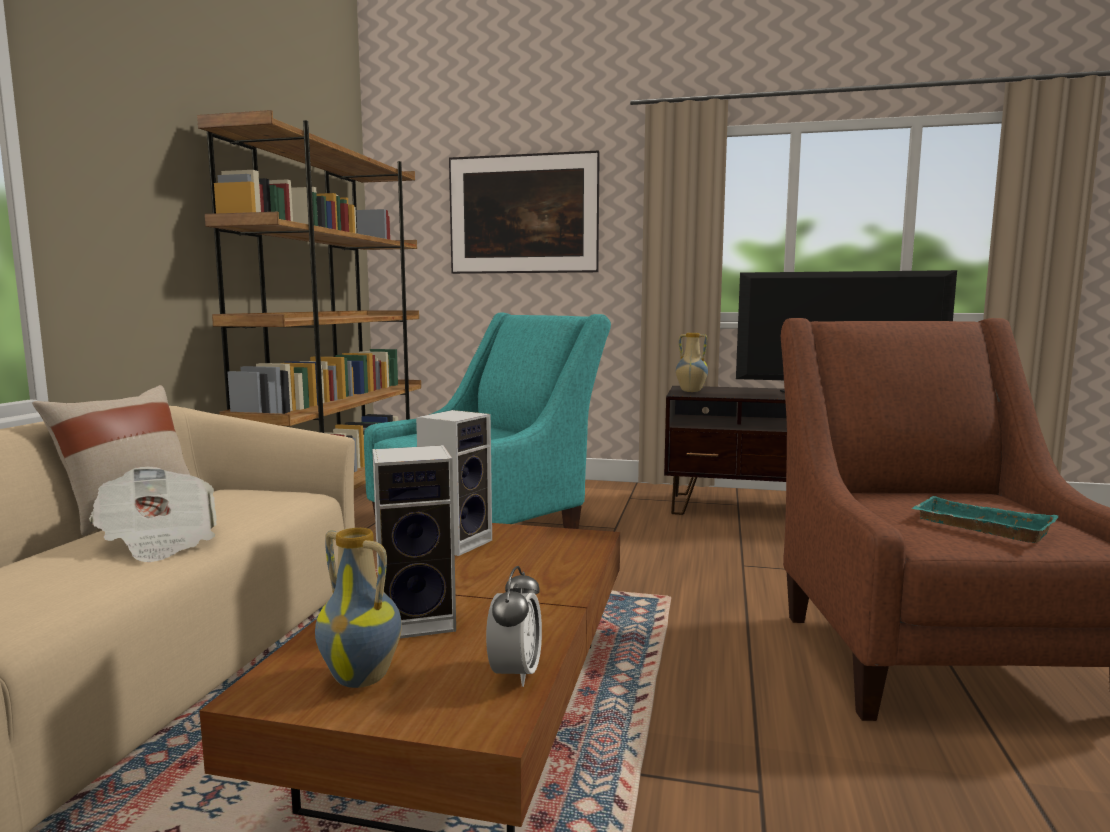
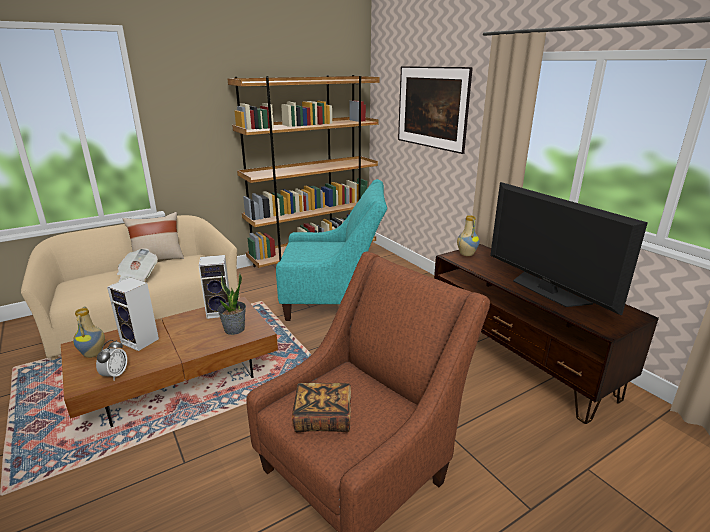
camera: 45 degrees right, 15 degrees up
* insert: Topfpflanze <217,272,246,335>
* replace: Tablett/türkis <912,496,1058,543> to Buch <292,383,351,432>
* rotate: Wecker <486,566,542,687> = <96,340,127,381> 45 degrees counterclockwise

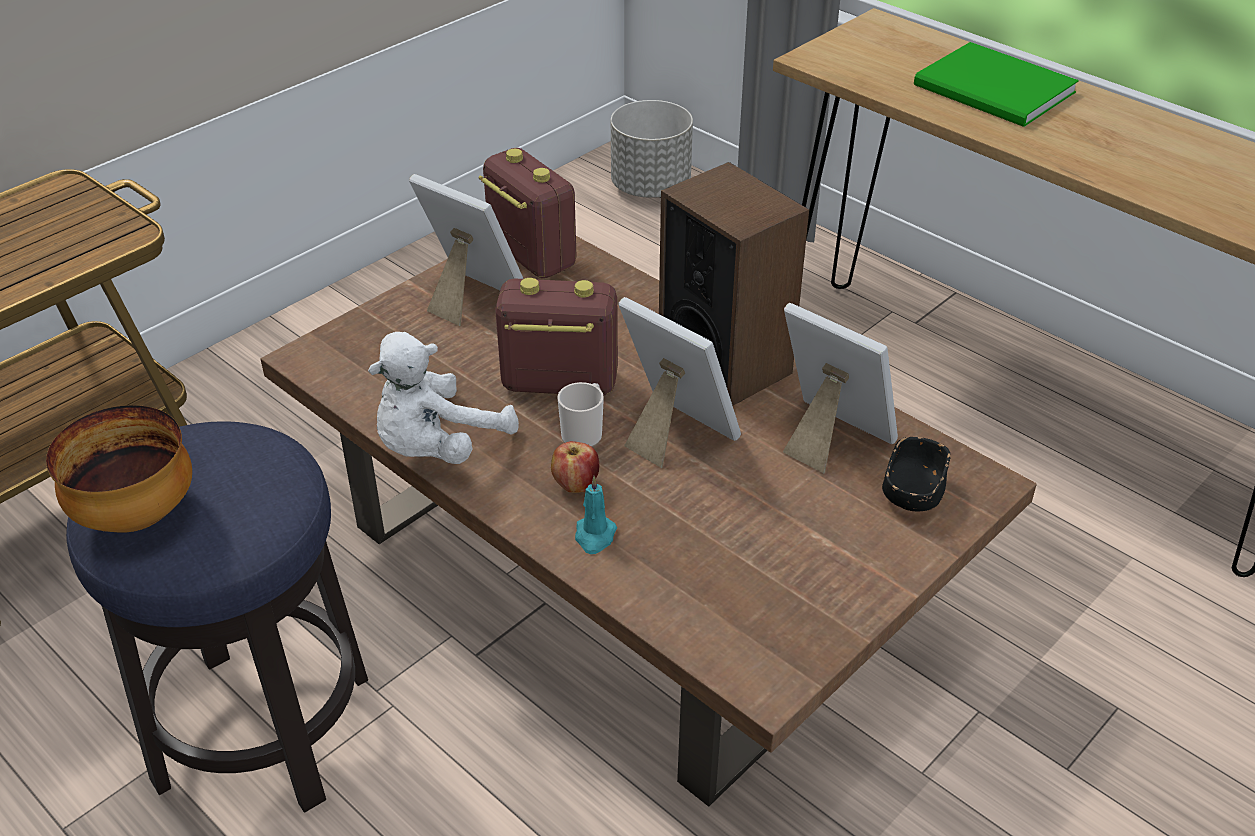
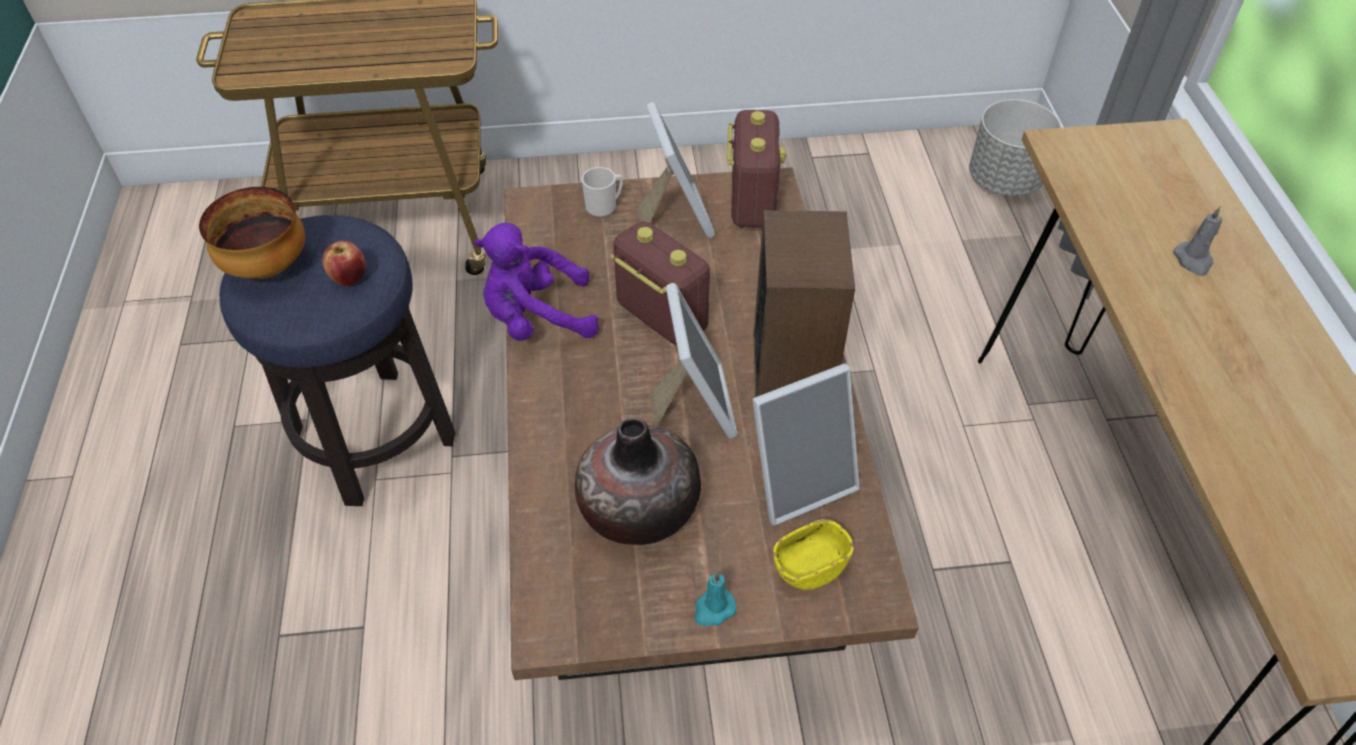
camera: 40 degrees right, 10 degrees up
* insert: Vase <575,418,701,545>
* move: Apfel <551,441,599,493> to <322,241,366,286>
* move: Henkelbecher <557,382,604,447> to <582,167,623,217>
* move: Kerze/türkis <575,476,617,554> to <695,571,737,626>
* replace: Buch/grün <914,42,1079,127> to Kerze/grau <1173,206,1222,276>
* recolor: Plüschtier/weiß <368,332,519,464> to Plüschtier/lila <474,222,599,341>
* recolor: Schüssel/schwarz <882,437,951,512> to Schüssel/gelb <773,519,854,590>
* rotate: Bilderrahmen <783,303,898,473> = <752,363,860,526> 75 degrees clockwise

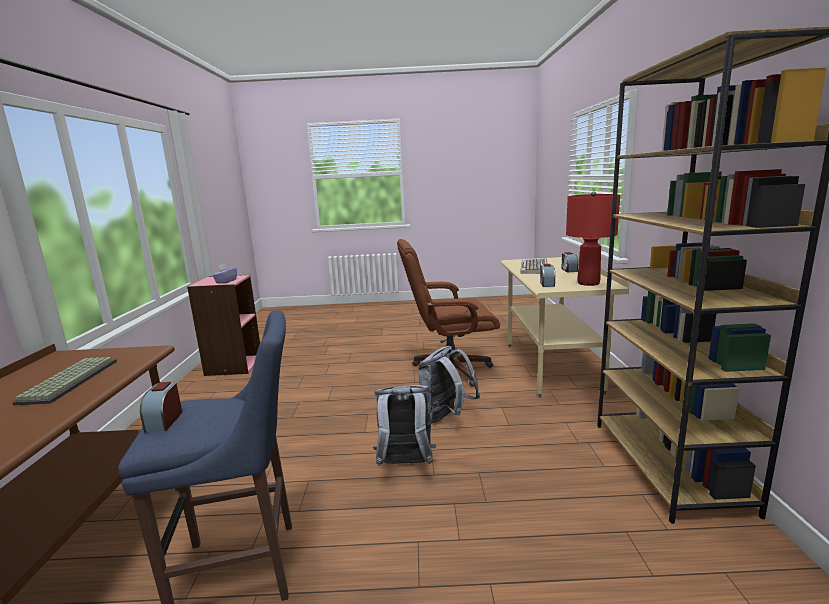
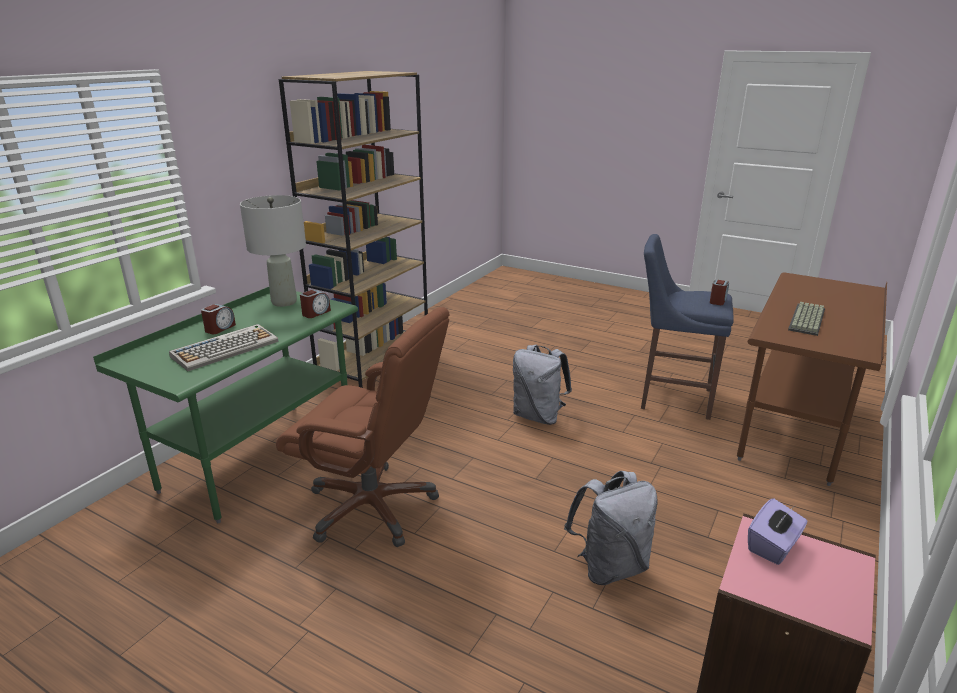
camera: 150 degrees left, 10 degrees up
* move: Rucksack/grau <418,346,480,423> to <564,471,657,585>
* recolor: Schreibtisch/beige <501,257,630,397> to Schreibtisch/grün <93,287,358,523>
* recolor: Tischlampe/rot <566,191,620,286> to Tischlampe/grau <240,195,306,307>

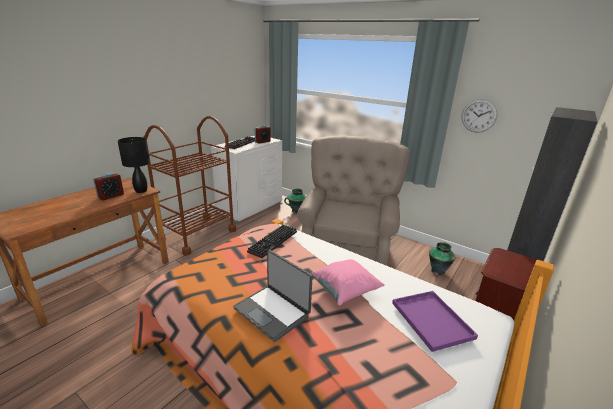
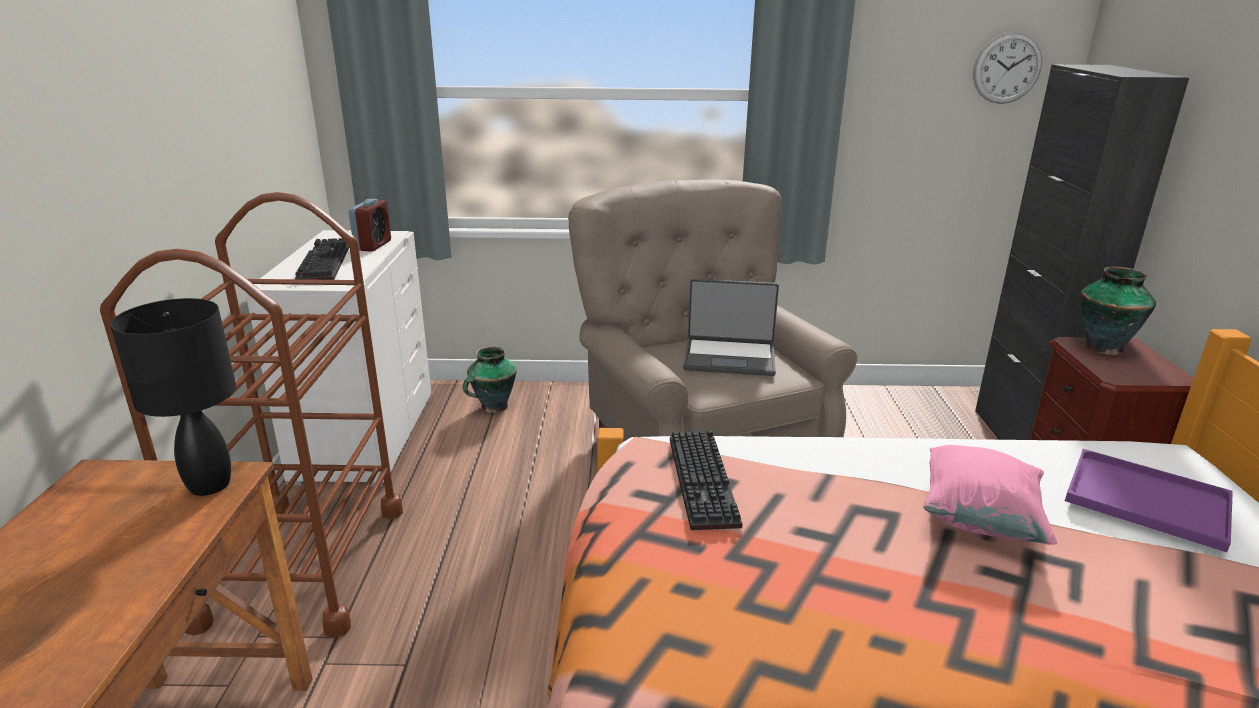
camera: 35 degrees left, 0 degrees up
* delete: Wecker <93,173,124,200>
* move: Laptop <233,249,313,342> to <683,279,779,376>
* move: Vase <429,242,455,276> to <1081,267,1156,355>
* move: Wanduhr <462,99,498,133> to <973,32,1042,104>

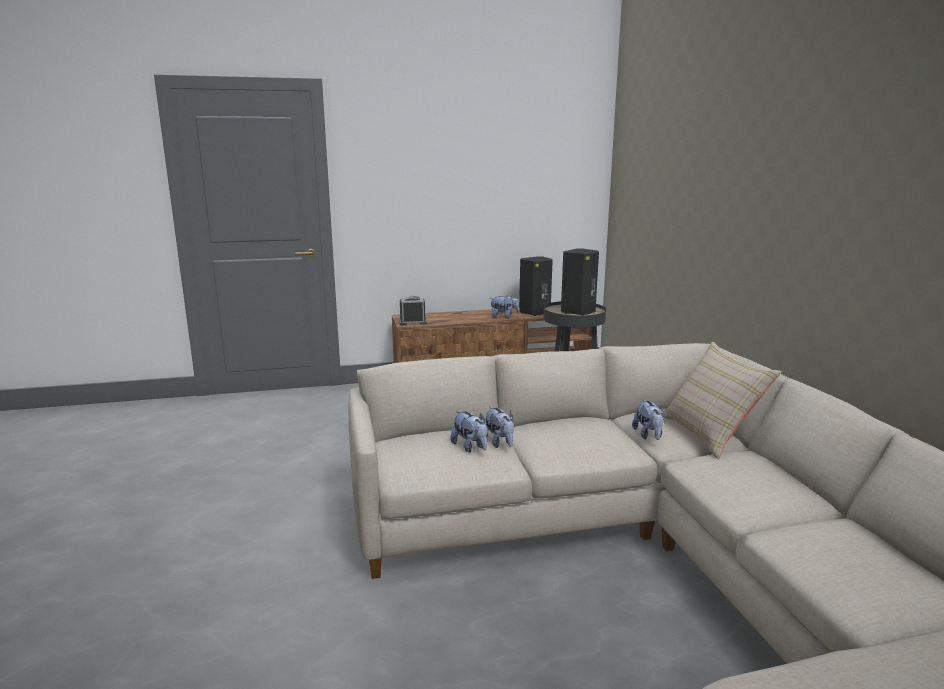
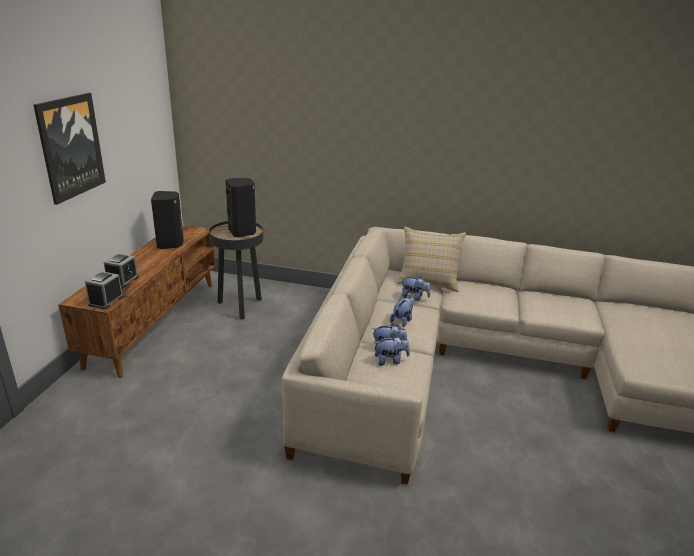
camera: 65 degrees left, 10 degrees up
* insert: Bild <34,93,106,205>
* insert: Wecker <104,253,139,289>
* move: Plüschtier <490,295,520,319> to <390,297,414,327>

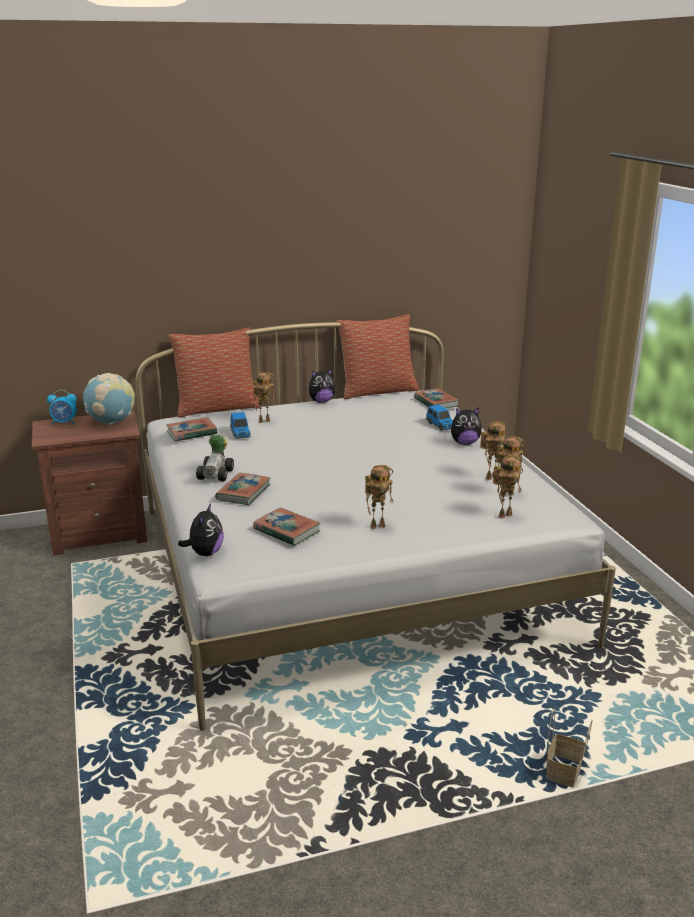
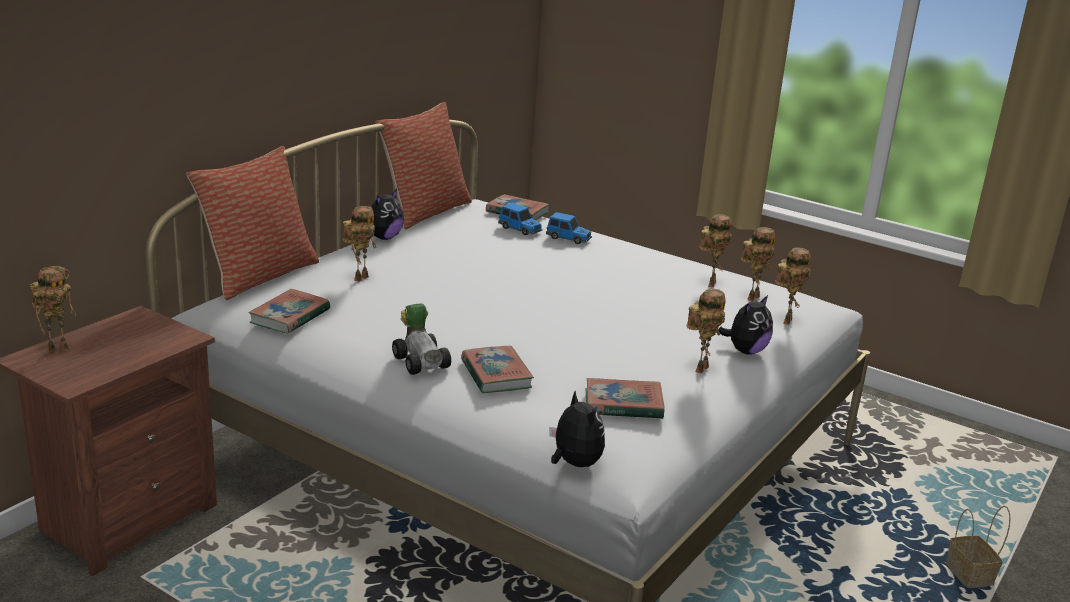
camera: 40 degrees left, 0 degrees up
* delete: Globus <83,373,135,424>
* move: Spielzeugauto <230,412,251,439> to <498,203,543,235>
* move: Plüschtier <451,408,482,445> to <719,295,773,355>
* replace: Wecker <47,390,77,425> to Spielzeugroboter <30,266,76,355>

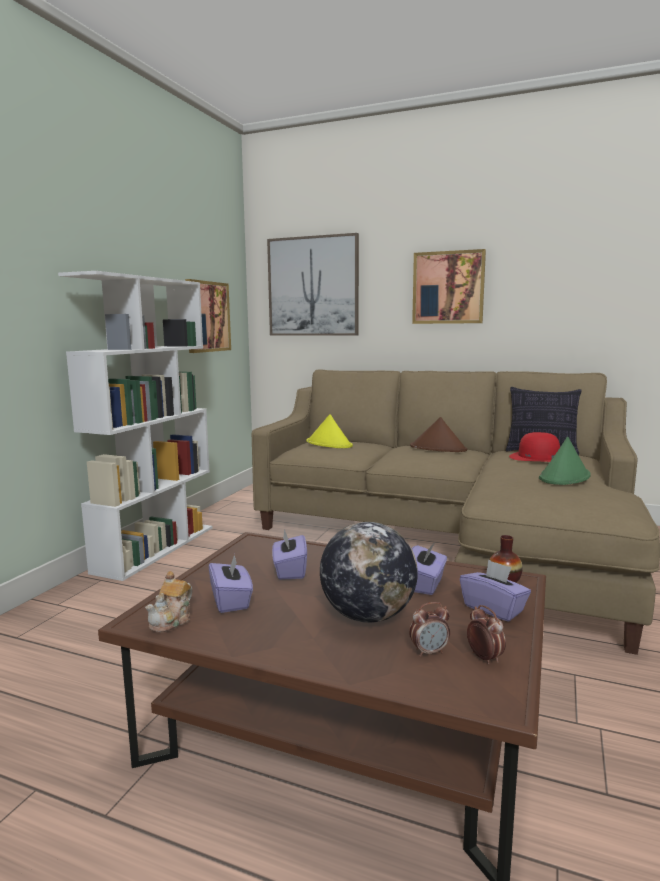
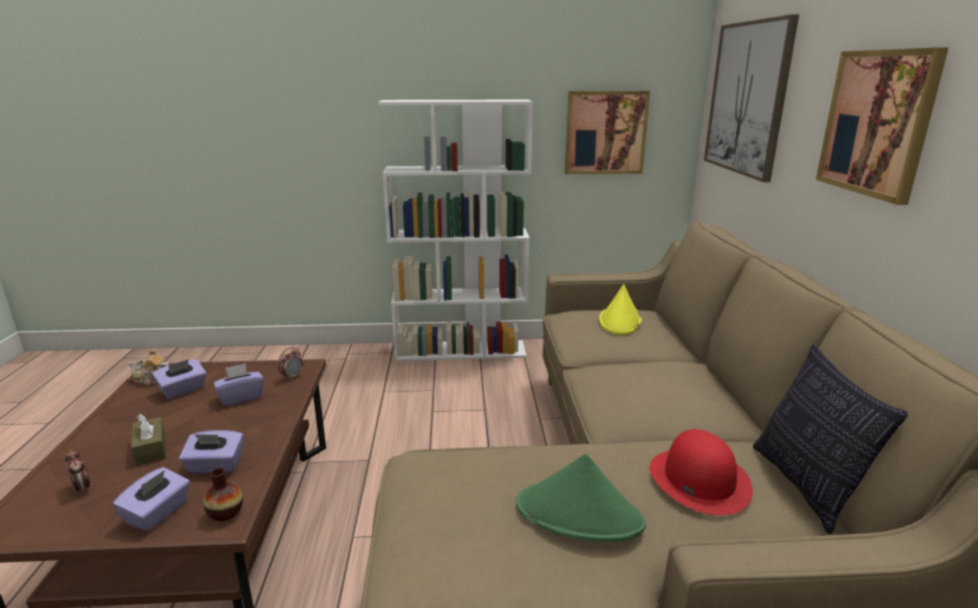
camera: 65 degrees right, 10 degrees up
* delete: Hut/braun <410,417,467,452>
* move: Wecker <467,605,506,665> to <278,347,303,381>
* replace: Globus <320,522,418,623> to Taschentuchbox/braun <131,414,166,466>

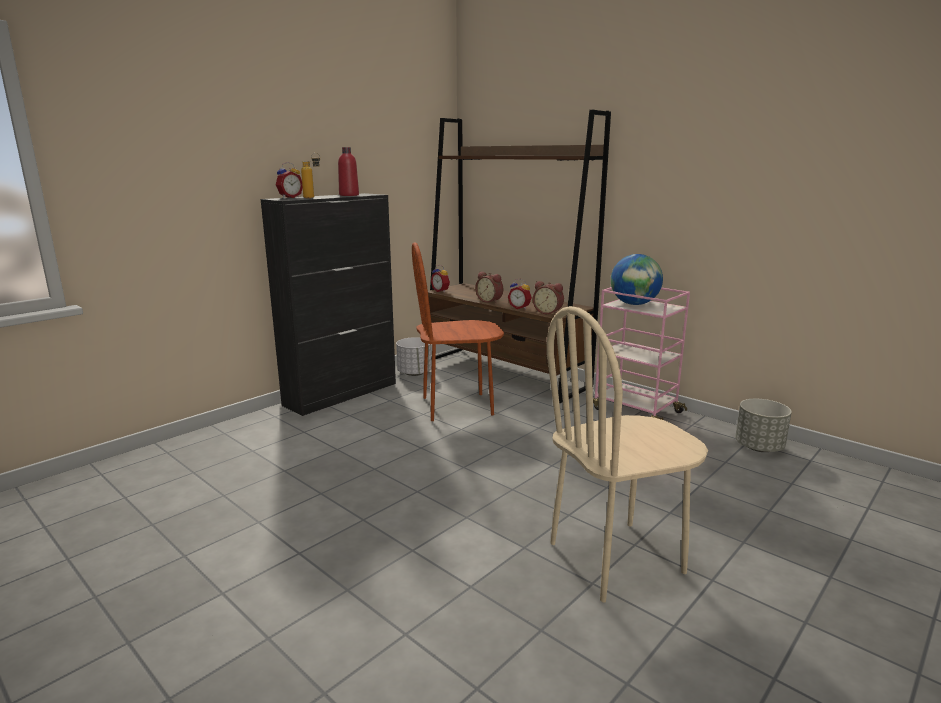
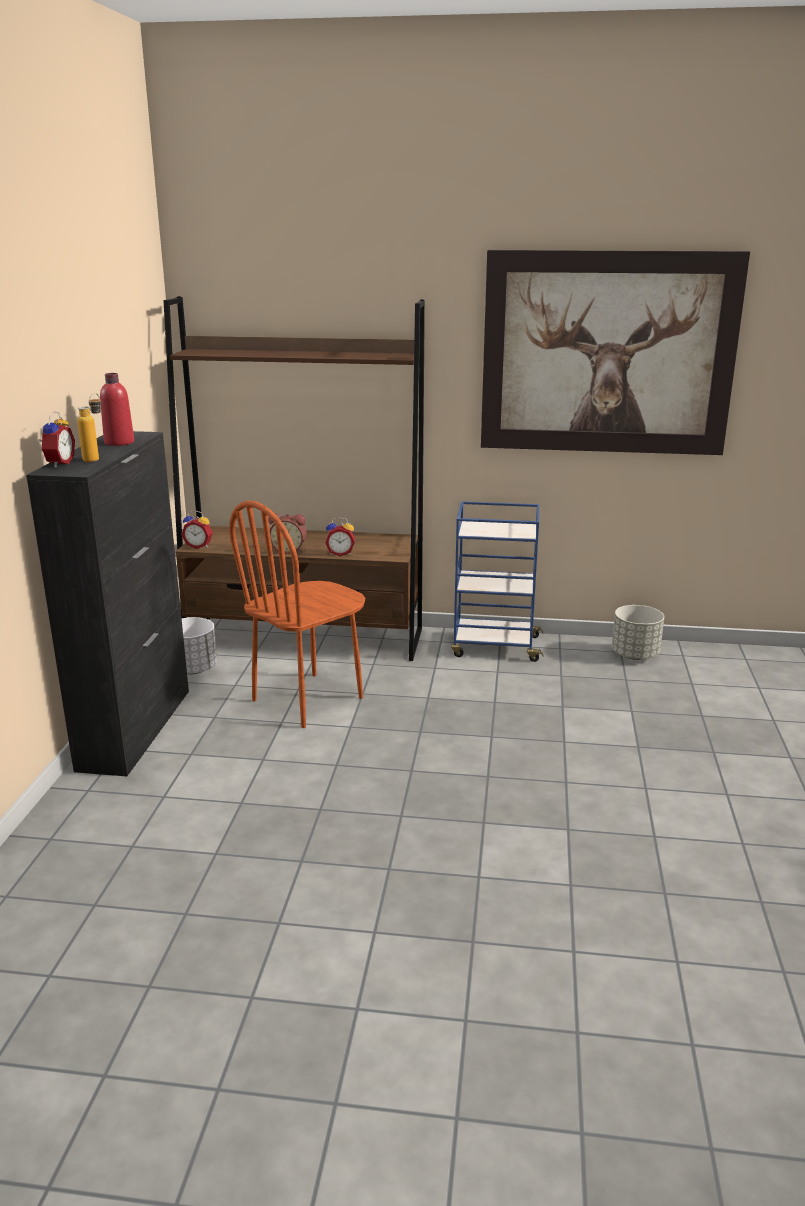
camera: 35 degrees left, 5 degrees up
* delete: Wecker <533,281,564,314>
* delete: Stuhl/beige <547,306,708,602>
* delete: Globus <611,254,663,305>
* insert: Bild <481,250,750,455>
* recolor: Rollwagen/rosa <593,287,690,420> to Rollwagen/blau <451,501,544,662>

